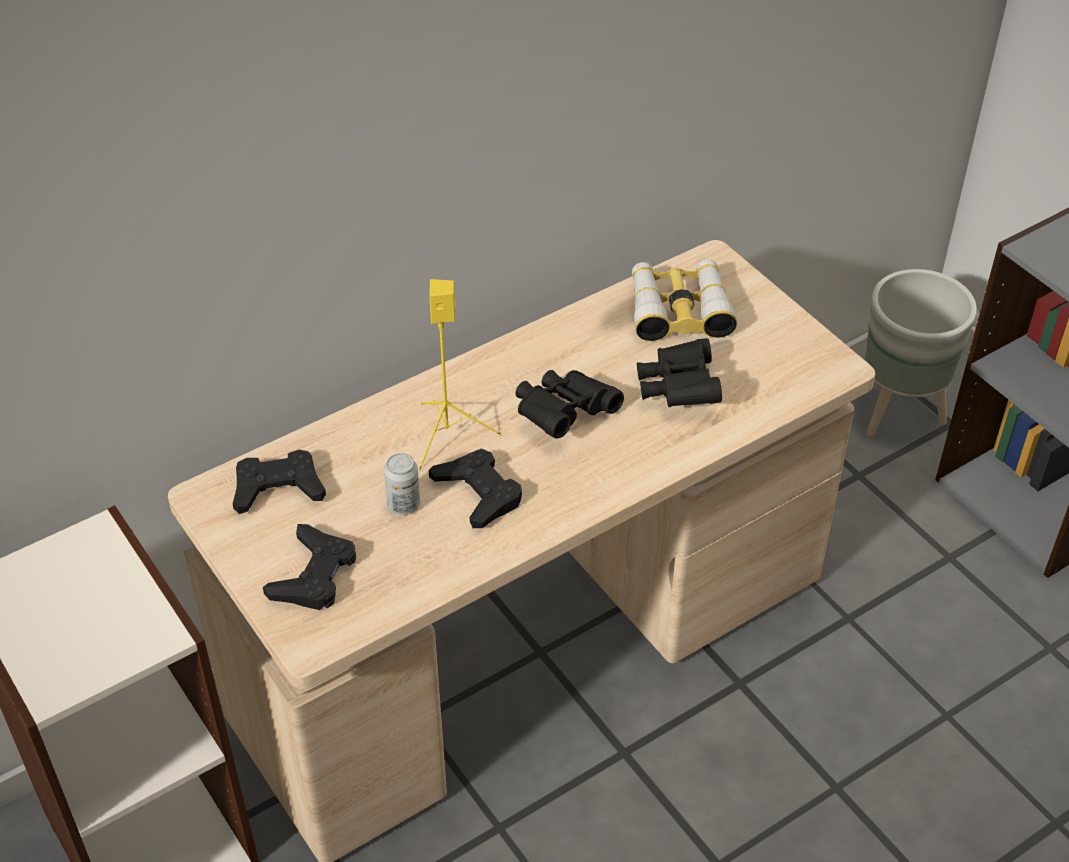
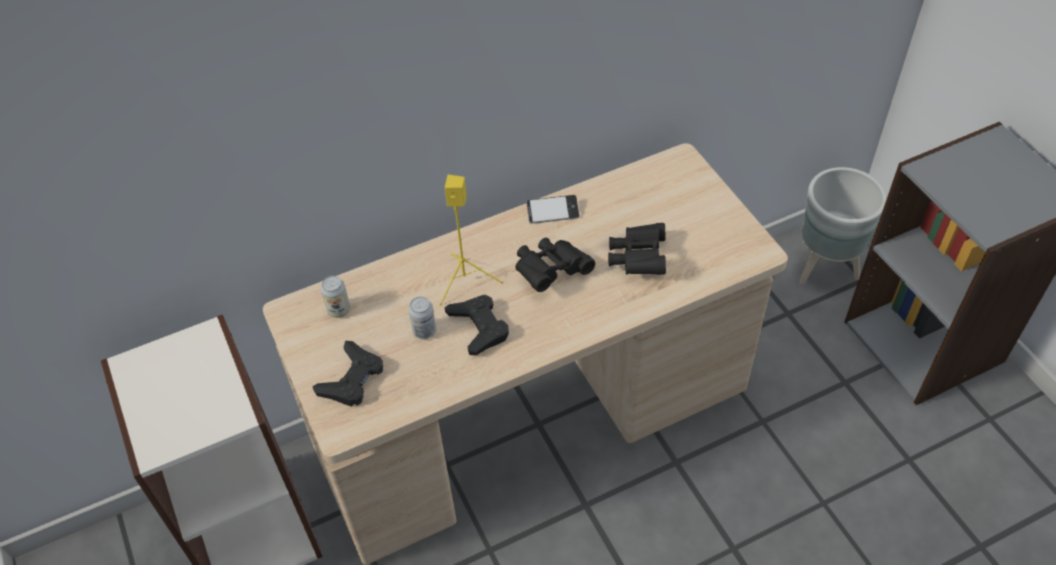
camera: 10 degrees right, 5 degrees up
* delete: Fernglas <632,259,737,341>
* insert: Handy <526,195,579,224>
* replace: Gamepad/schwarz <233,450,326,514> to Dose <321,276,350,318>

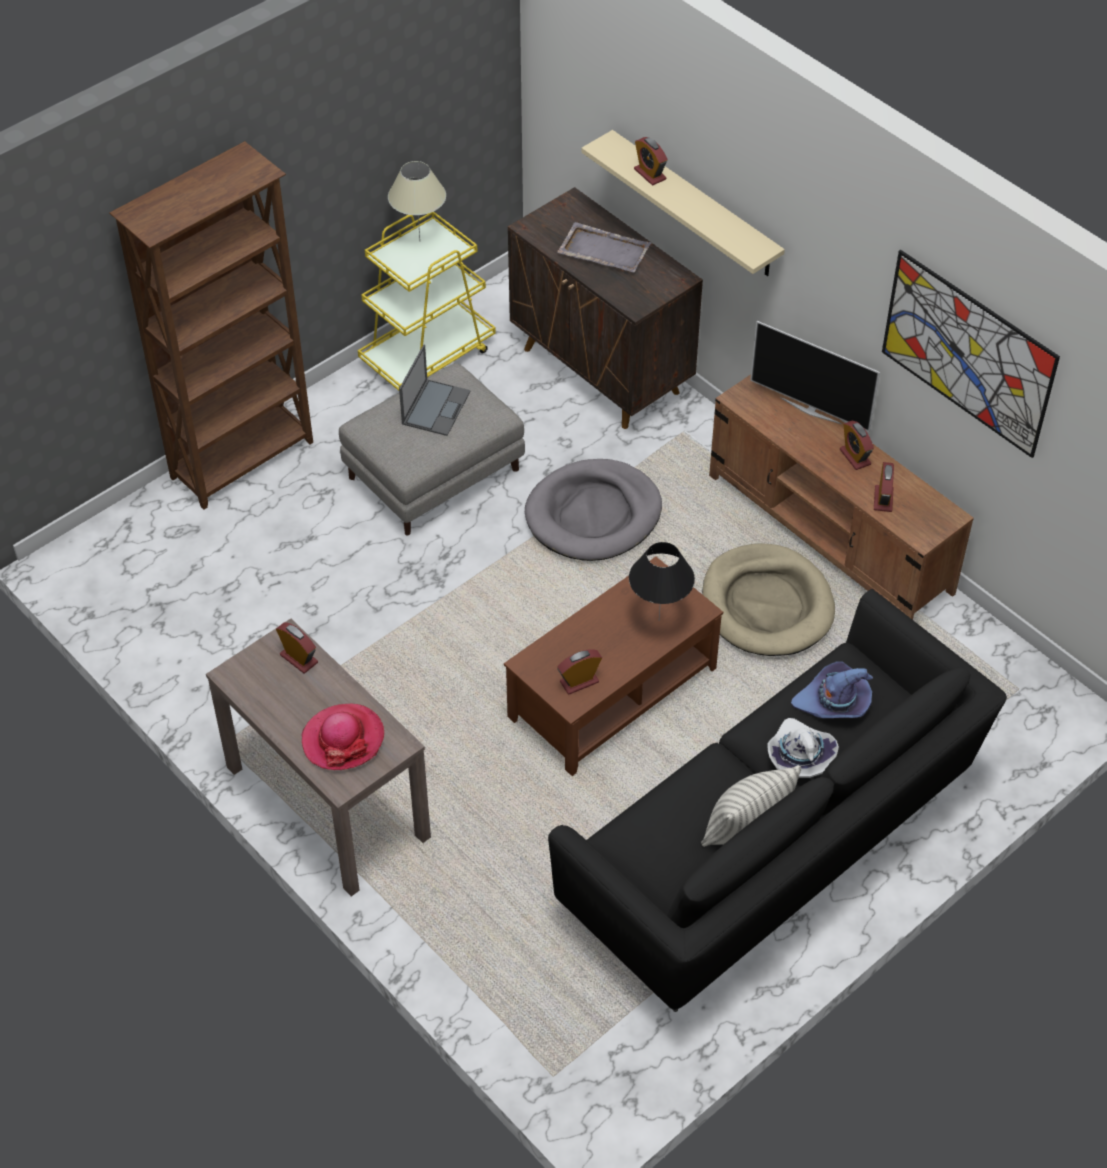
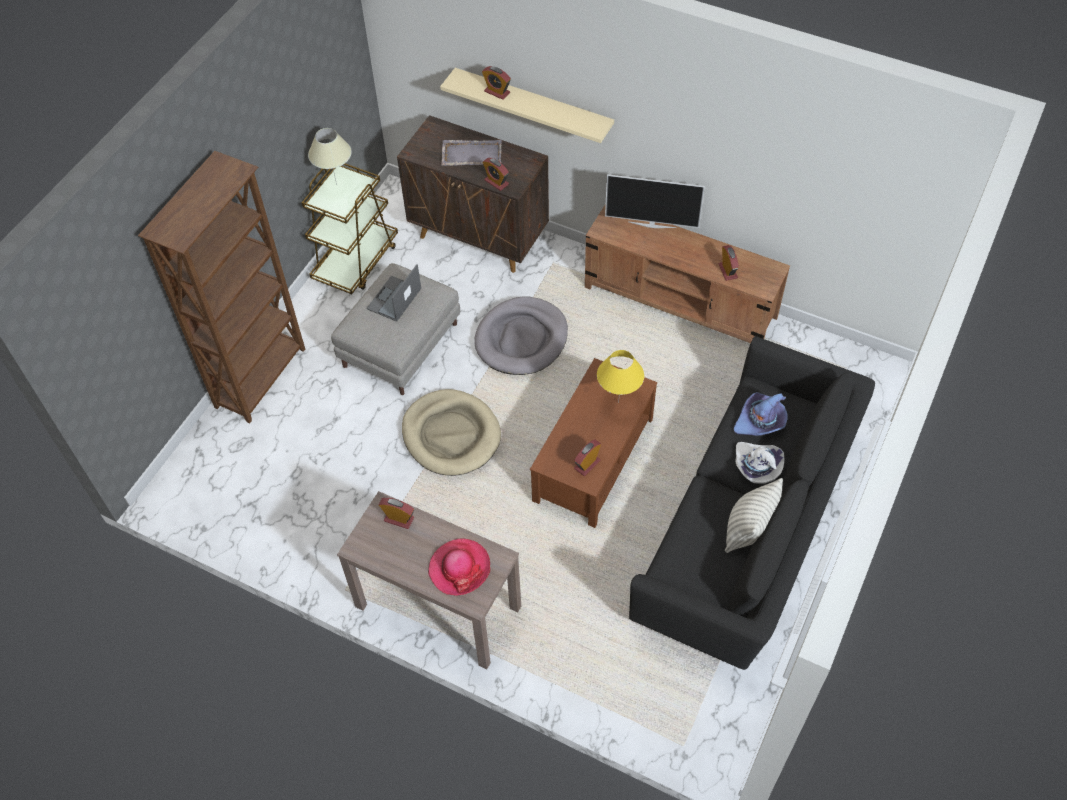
camera: 20 degrees left, 5 degrees up
* delete: Bild <882,250,1060,458>
* move: Hundebett/beige <702,543,835,656> to <402,389,501,476>
* move: Wecker <840,421,874,470> to <483,158,509,191>
* recolor: Rollwagen/gelb <358,212,496,391> to Rollwagen/braun <302,163,398,294>
* recolor: Tischlampe/schwarz <629,542,695,620> to Tischlampe/gelb <597,350,644,403>
* rotate: Laptop <399,345,471,436> = <366,264,421,322> 150 degrees counterclockwise

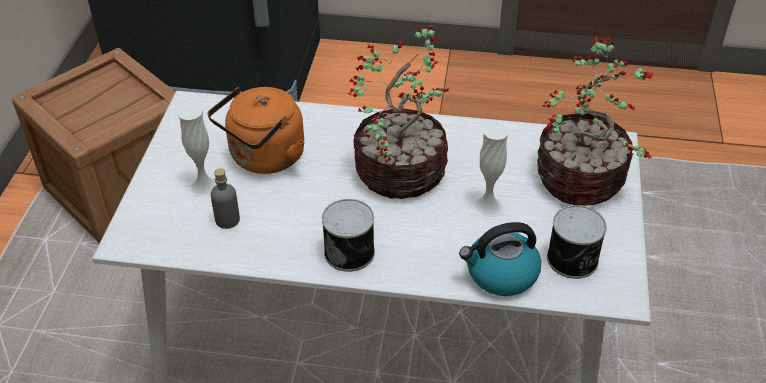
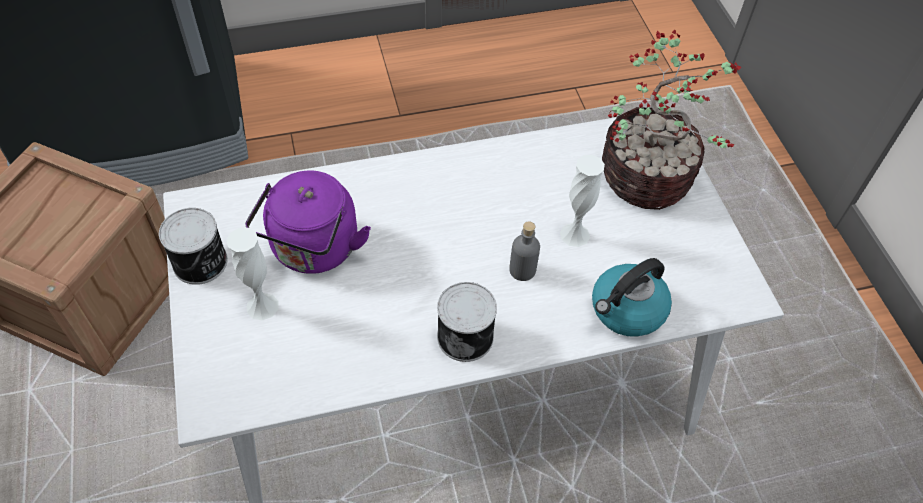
camera: 25 degrees left, 10 degrees up
* delete: Topfpflanze <348,25,449,199>
* move: Flasche/grau <211,168,240,229> to <509,221,540,281>
* move: Dose <547,205,607,279> to <159,208,228,285>
* recolor: Wasserkessel/orange <208,87,304,174> to Wasserkessel/lila <245,171,371,274>

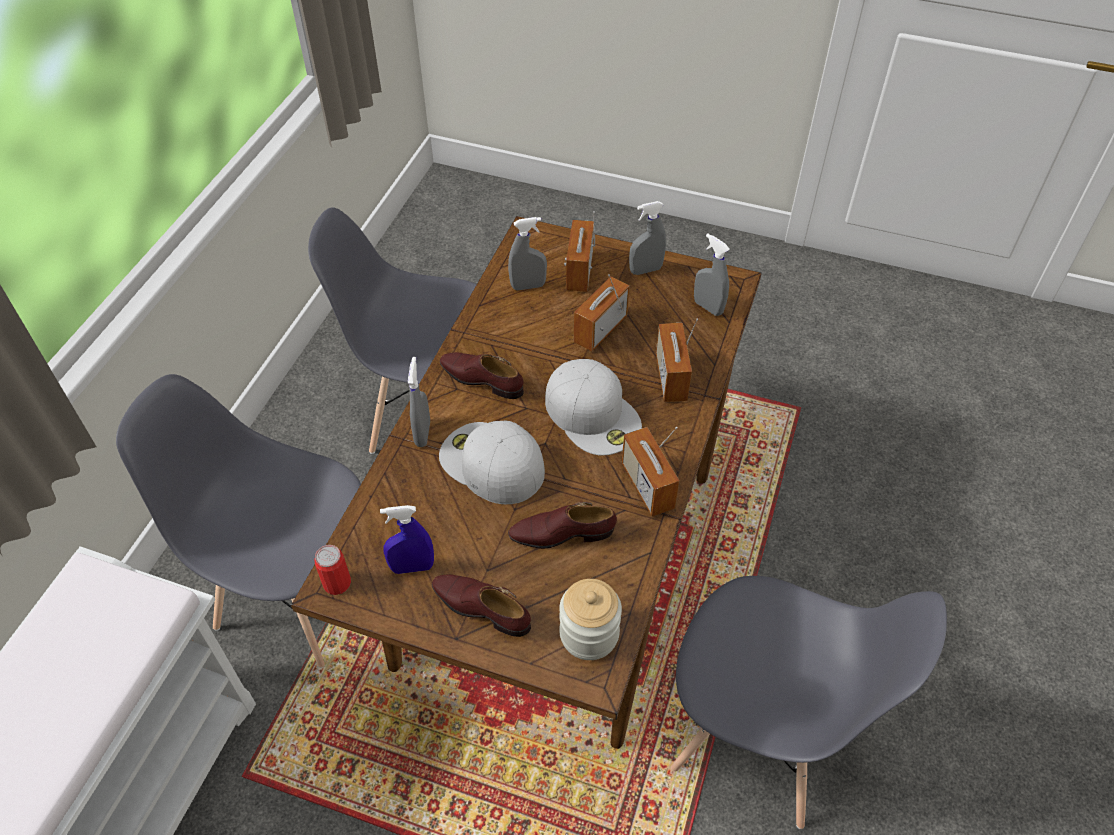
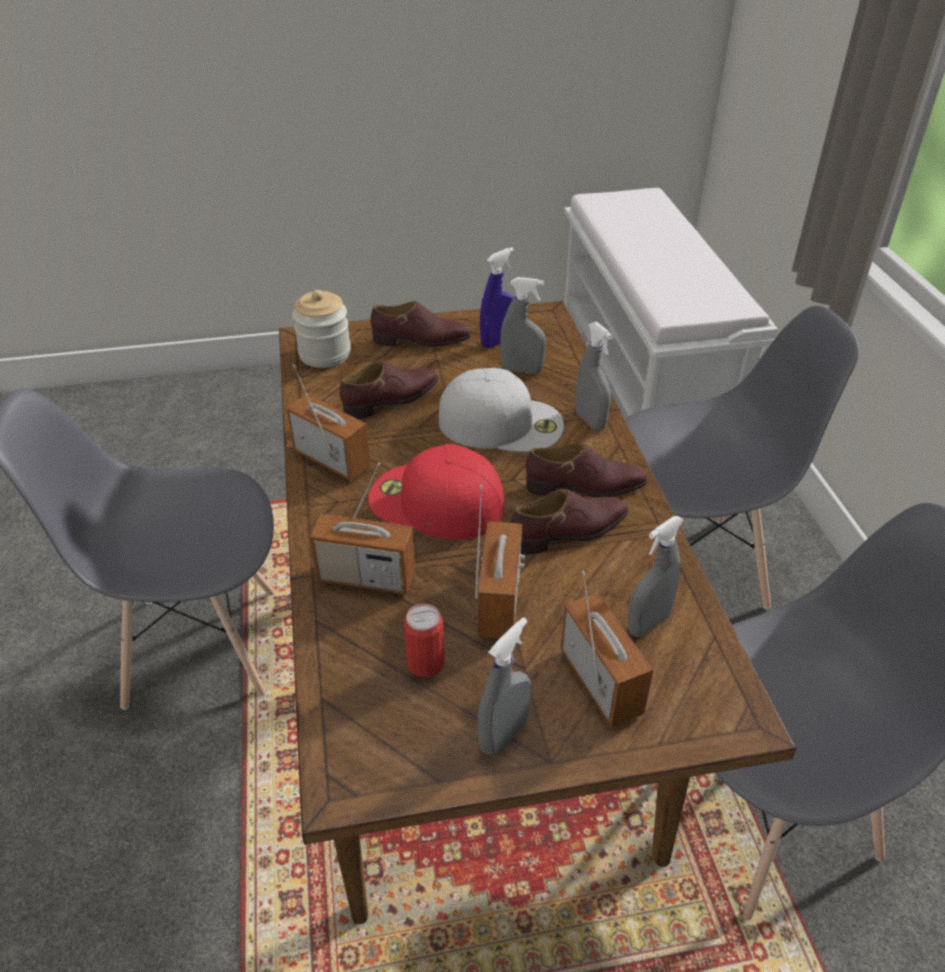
camera: 150 degrees right, 10 degrees down
* insert: Schuh/braun <511,489,629,554>
* move: Dose <314,545,351,595> to <404,604,445,677>
* move: Sprühflasche/grau <694,233,730,316> to <500,277,546,374>
* recolor: Kappe/weiß <545,359,642,455> to Kappe/rot <368,444,504,540>
* rotate: Radio <656,319,698,402> = <310,463,415,595> 135 degrees clockwise

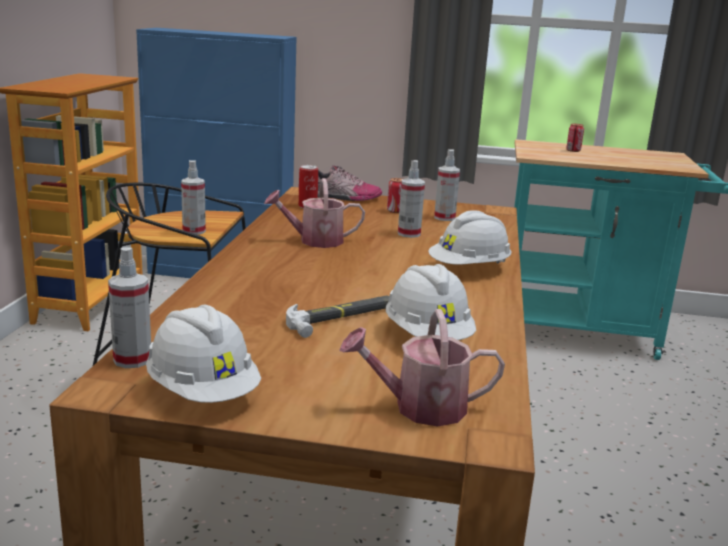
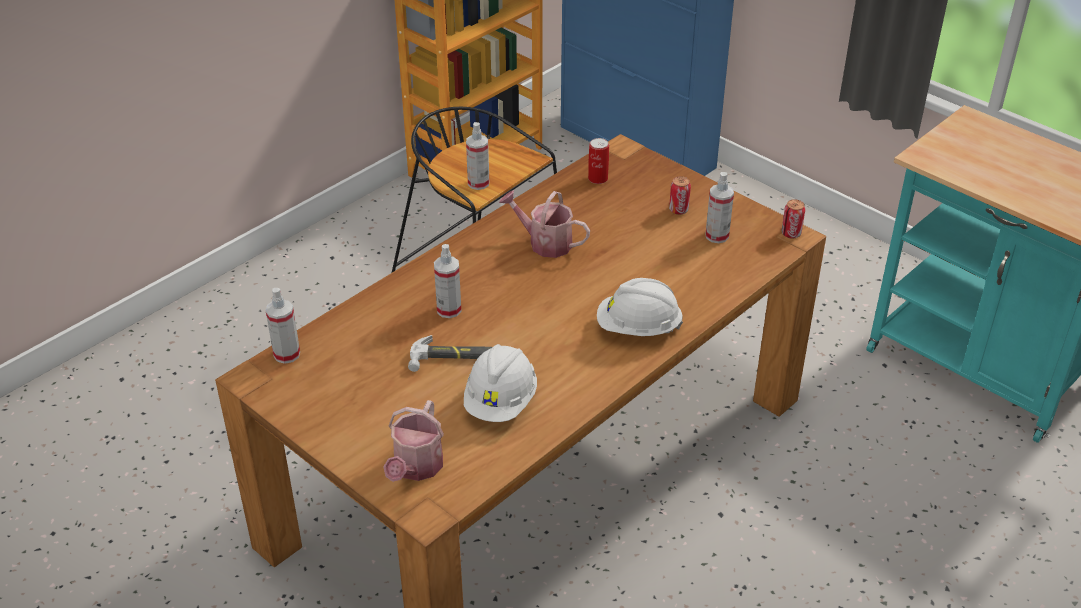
camera: 35 degrees right, 20 degrees up
* delete: Schutzhelm/weiß <146,305,261,403>
* delete: Schuh <318,165,382,201>
* move: Sprühflasche <398,160,425,238> to <434,244,461,318>
* move: Dose <566,124,584,152> to <782,199,805,239>
* rotate: Gießkanne <339,309,505,427> = <383,400,444,482> 105 degrees counterclockwise

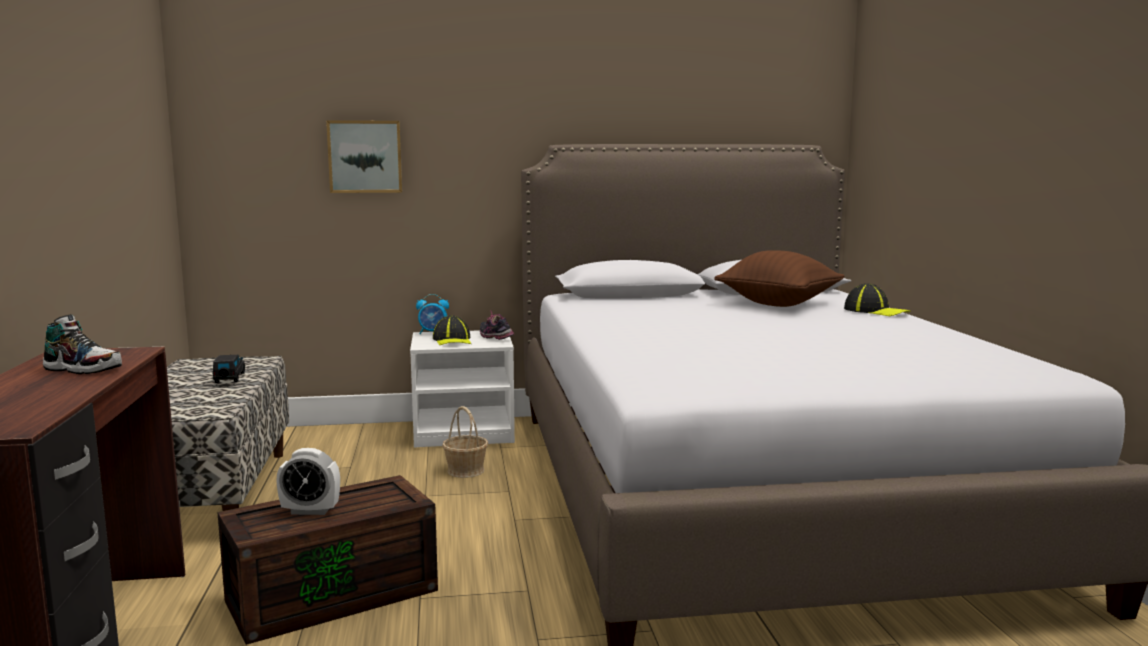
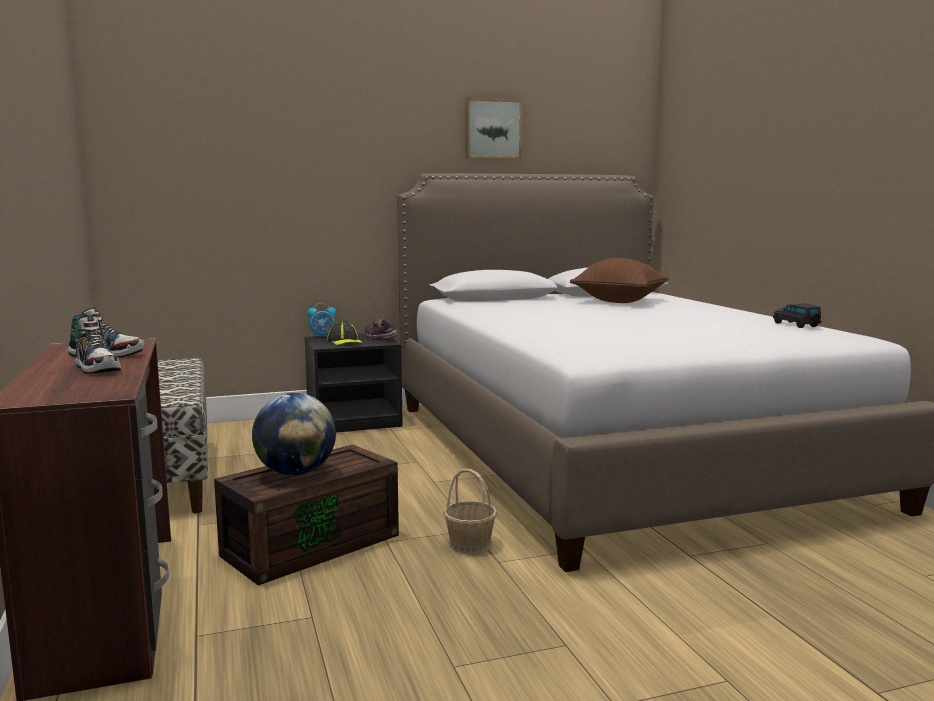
camera: 10 degrees left, 0 degrees up
* delete: Kappe <844,283,911,316>
* insert: Schuh <75,316,121,374>
* move: Spielzeugauto/schwarz <213,355,245,383> to <773,303,821,328>
* move: Bild <326,120,403,193> to <465,98,522,159>
* move: Korb <442,406,488,478> to <443,469,497,554>
* replace: Wecker <276,448,340,515> to Globus <252,393,336,476>
* recolor: Nachttisch/weiß <410,330,515,448> to Nachttisch/schwarz <304,334,403,433>

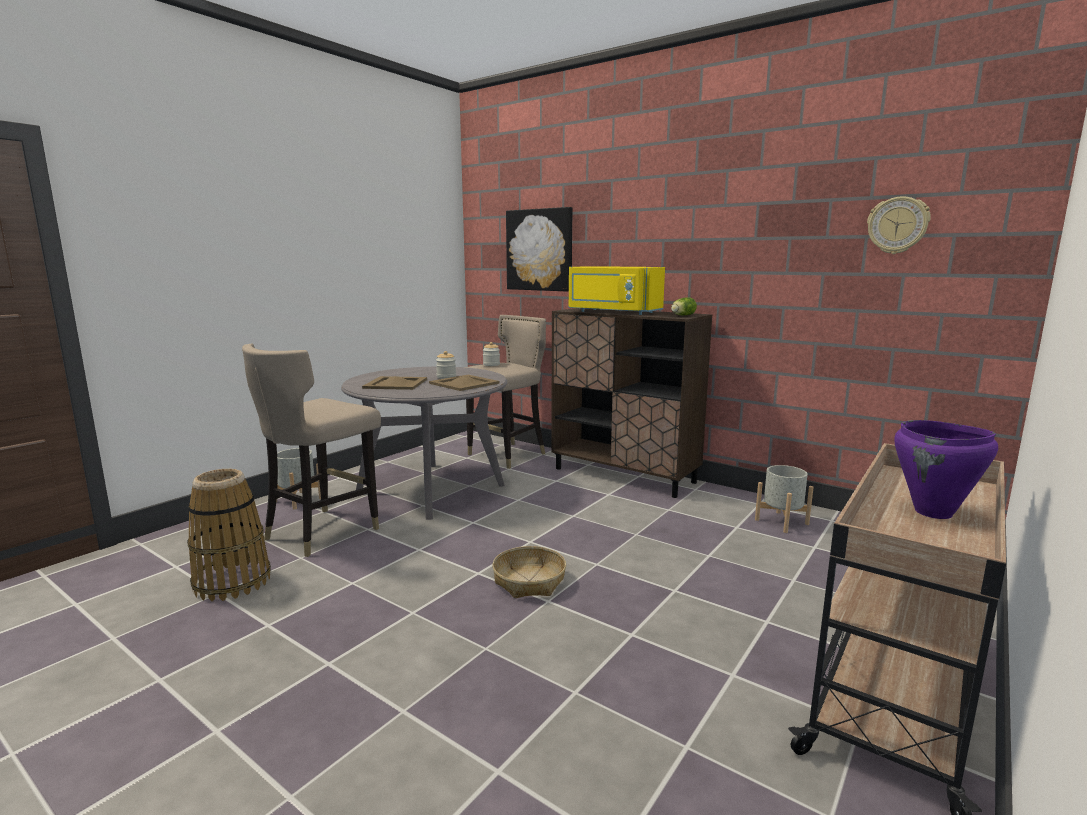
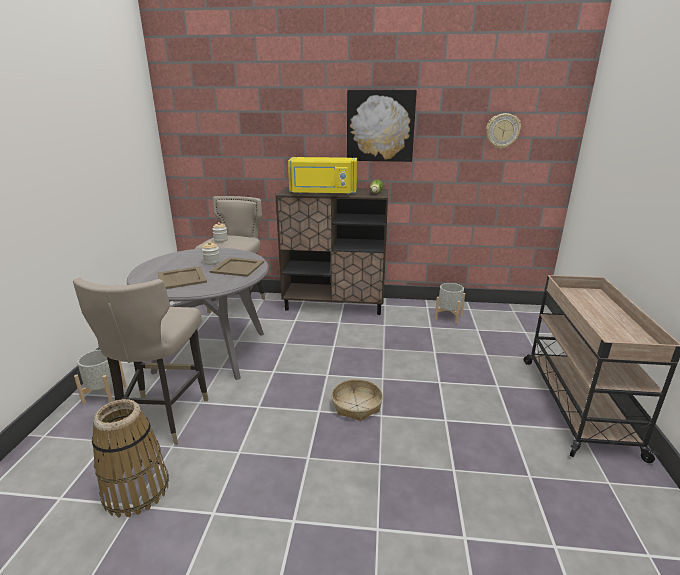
camera: 30 degrees left, 10 degrees up
* delete: Kochtopf/lila <894,420,998,519>
* move: Bild <506,207,572,292> to <347,90,417,162>

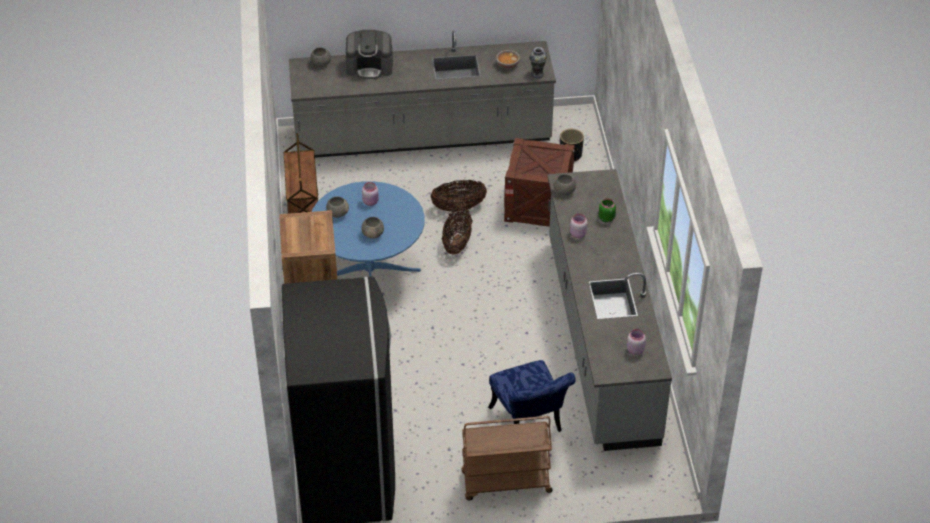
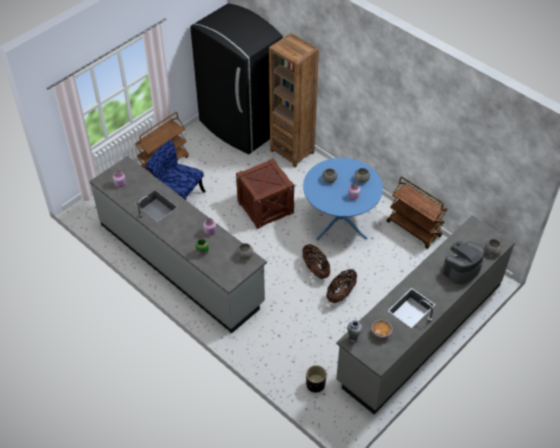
camera: 140 degrees right, 5 degrees up
* move: Kiste <504,138,575,226> to <236,158,294,229>

